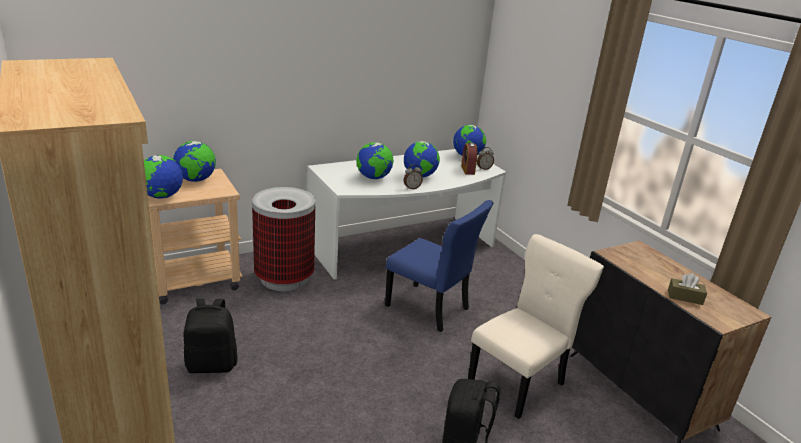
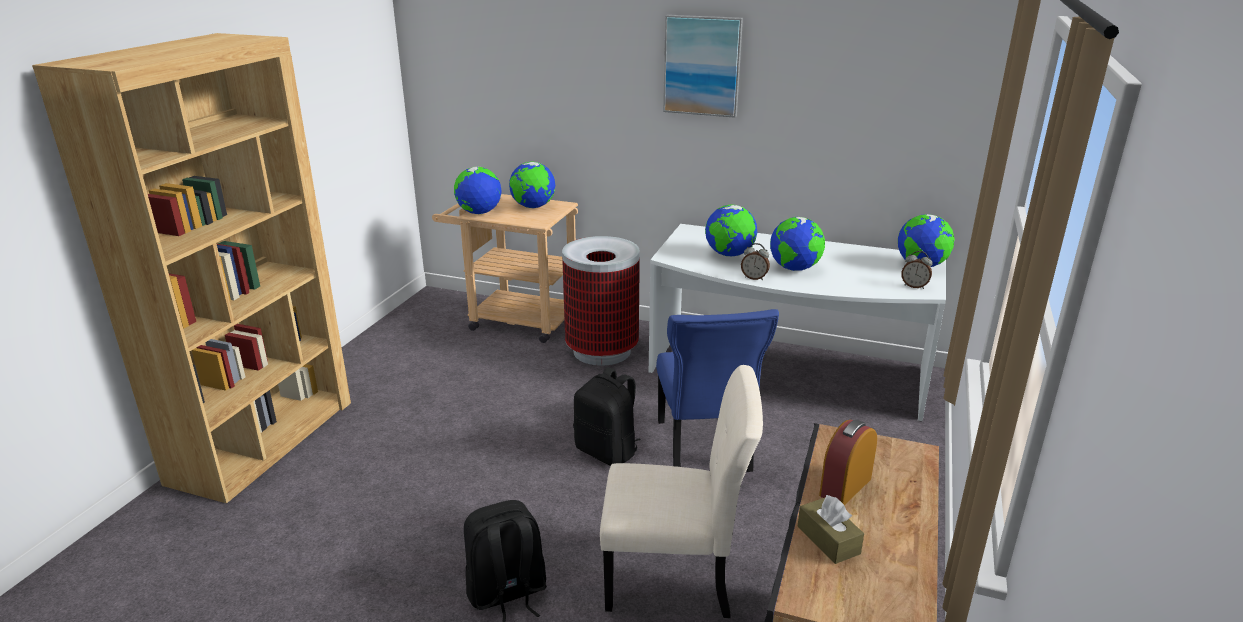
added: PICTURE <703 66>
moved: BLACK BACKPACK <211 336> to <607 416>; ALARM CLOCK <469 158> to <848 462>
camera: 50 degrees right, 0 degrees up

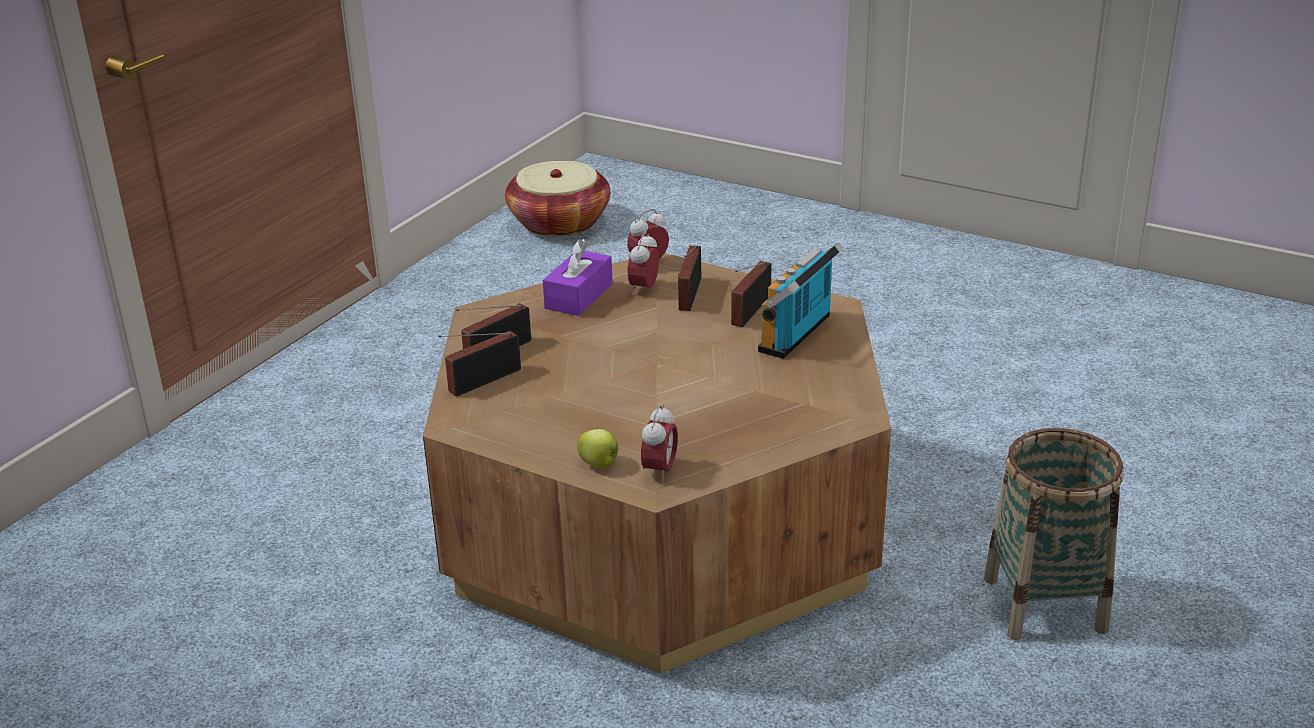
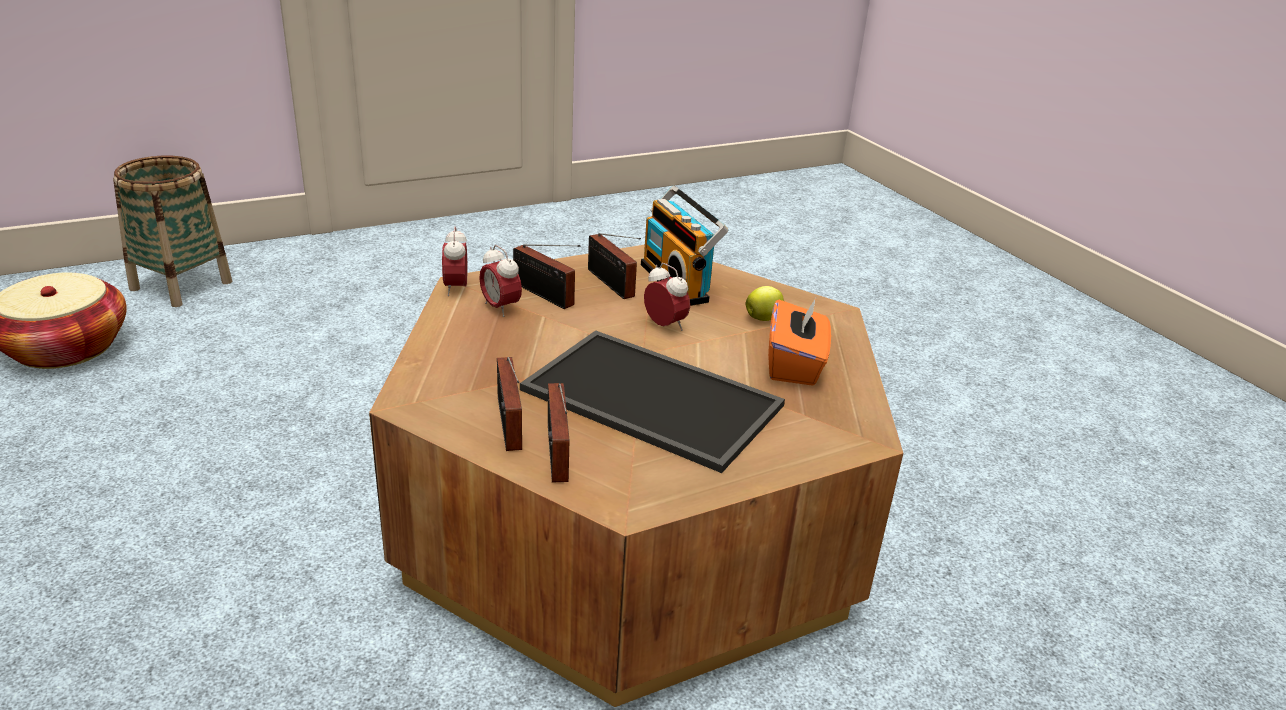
removed: PURPLE TISSUE BOX <578 277>
added: TRAY <652 401>; ORANGE TISSUE BOX <799 341>
moved: BASKET <1054 534> to <172 231>; ALARM CLOCK <659 444> to <667 297>; APPLE <597 448> to <764 303>
camera: 60 degrees left, 0 degrees up

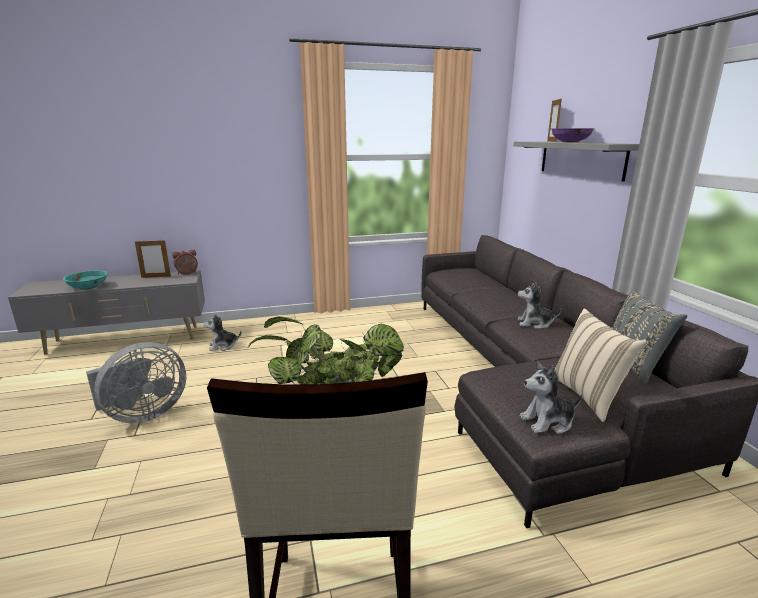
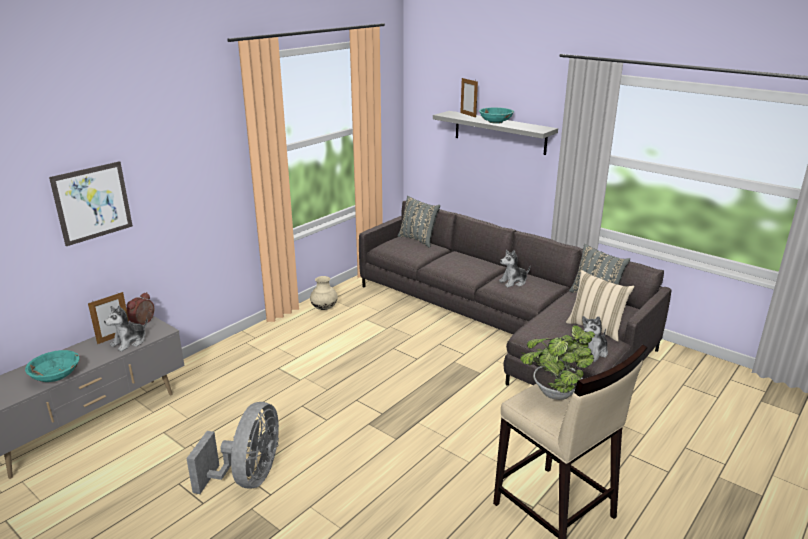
added: PICTURE <91 203>; BEIGE VASE <324 293>; GREY PILLOW <419 222>
moved: PLUSH TOY <222 332> to <126 328>
recoloured: PURPLE BOWL <573 135> to TURQUOISE BOWL <496 115>
camera: 35 degrees left, 5 degrees up

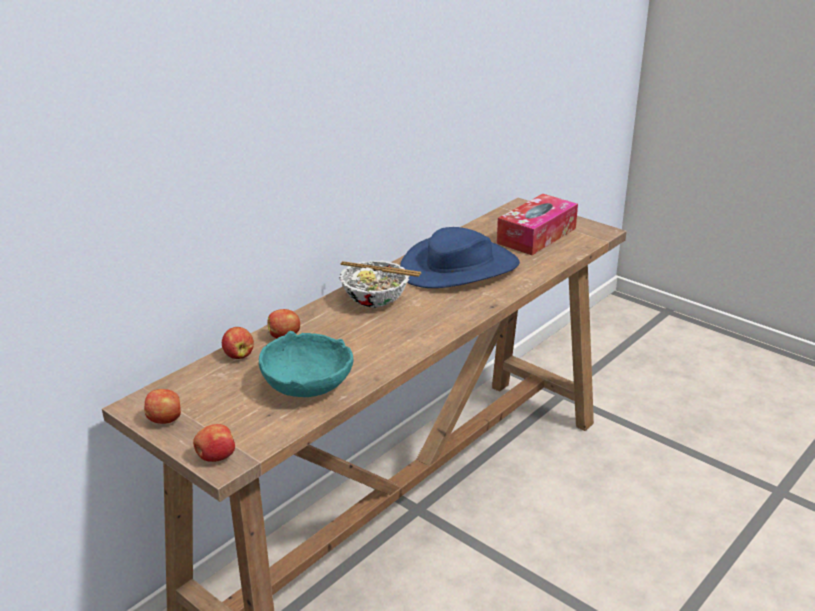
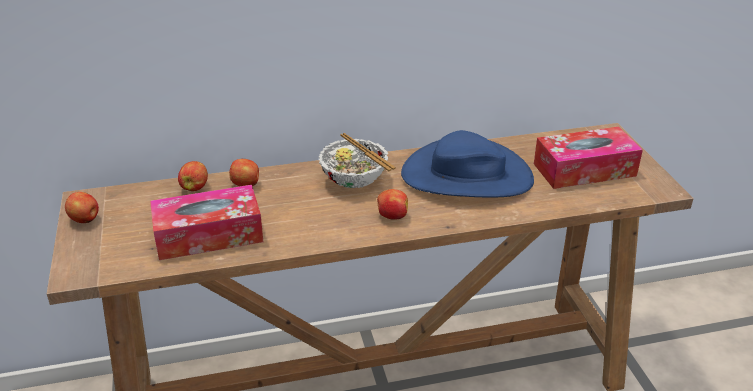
moved: APPLE <214 443> to <392 204>
replaced: TURQUOISE BOWL <306 364> to TISSUE BOX <206 222>
camera: 35 degrees right, 5 degrees up

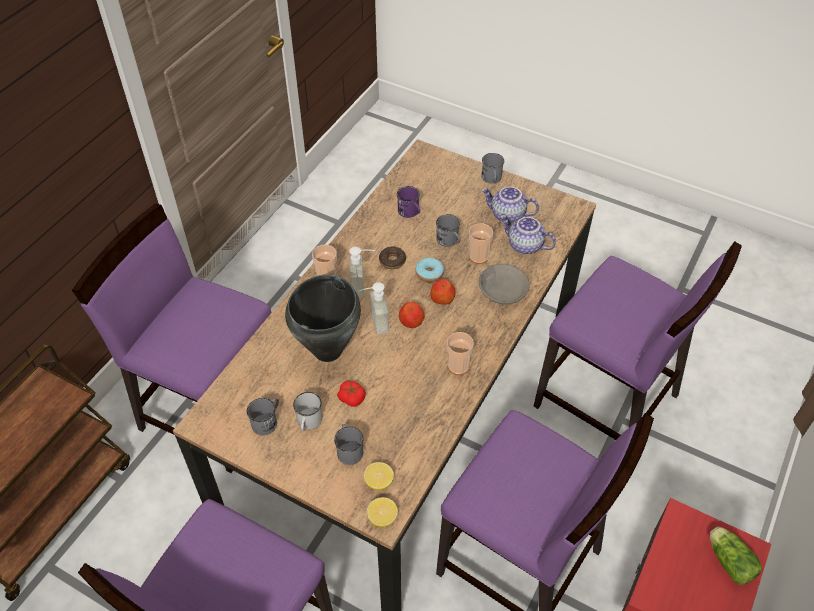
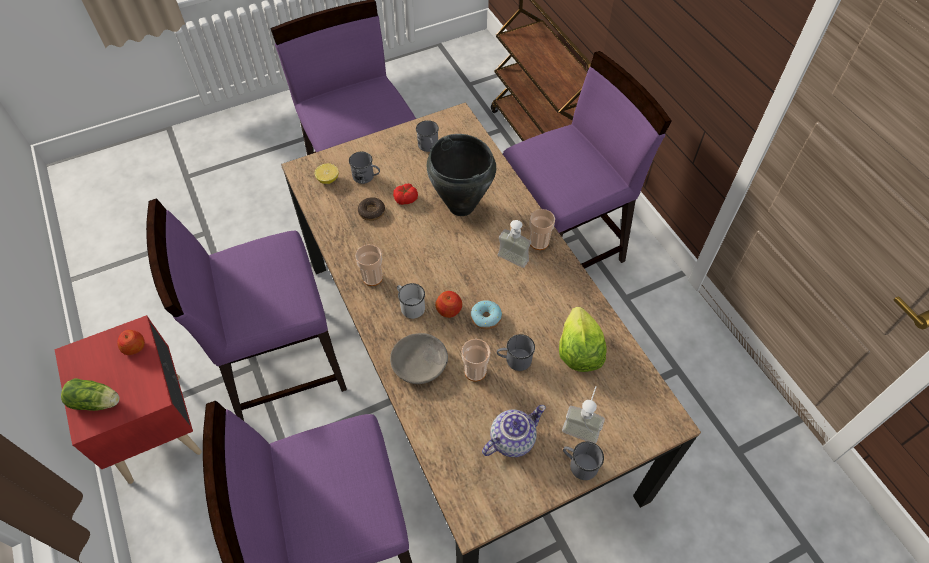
removed: LEMON <382 512>; TEAPOT <528 234>
moved: APPLE <412 315> to <131 342>; DONUT <392 258> to <371 209>; WHITE MUG <307 411> to <411 301>; SOAP DISPENSER <374 308> to <583 415>
replaced: PURPLE MUG <408 202> to LETTUCE <583 339>
camera: 125 degrees right, 5 degrees up

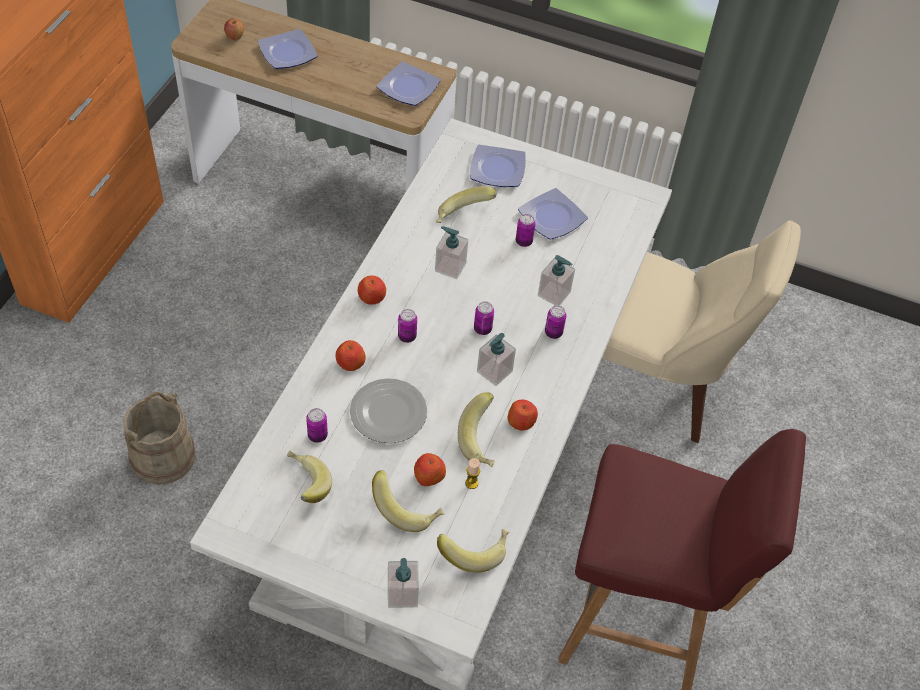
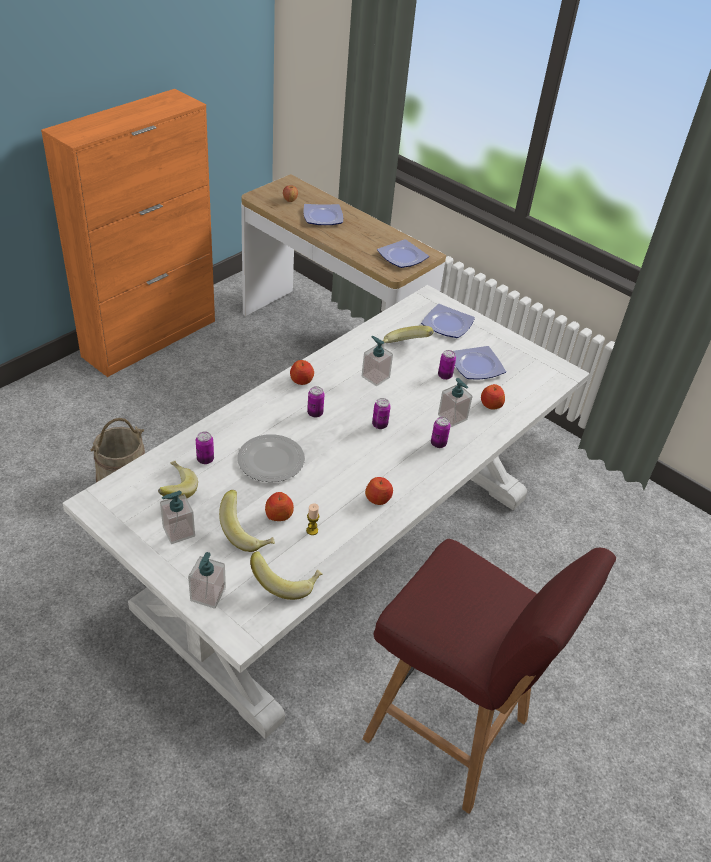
removed: BANANA <476 429>; BEIGE CHAIR <701 331>
moved: SOAP DISPENSER <496 359> to <177 517>; APPLE <351 355> to <493 397>
camera: 20 degrees right, 10 degrees down

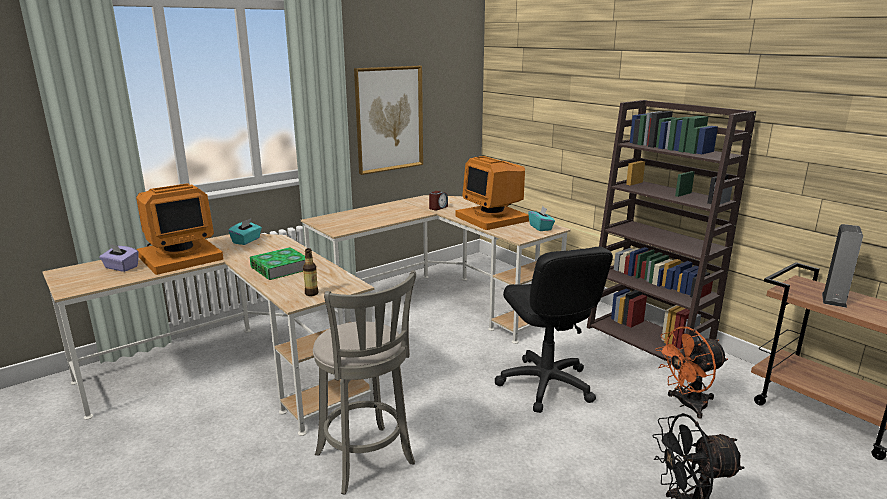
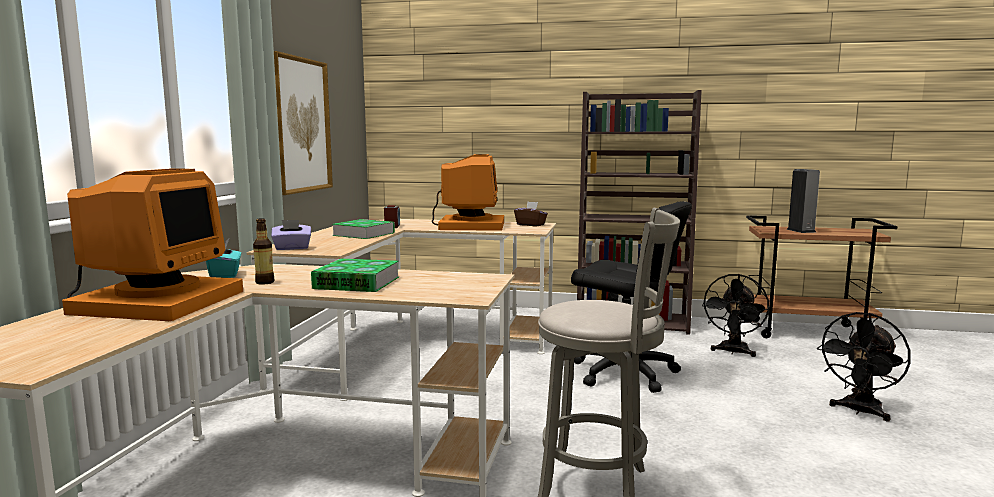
added: BOOK <363 229>
moved: BOTTLE <310 272> to <263 251>; PURPLE TISSUE BOX <119 258> to <291 235>
recoloured: TURQUOISE TISSUE BOX <541 218> to BROWN TISSUE BOX <531 213>; ORANGE FAN <691 373> to BLACK FAN <735 315>
turned: MONITOR <492 193> = <468 192> 105 degrees counterclockwise
camera: 40 degrees left, 10 degrees down

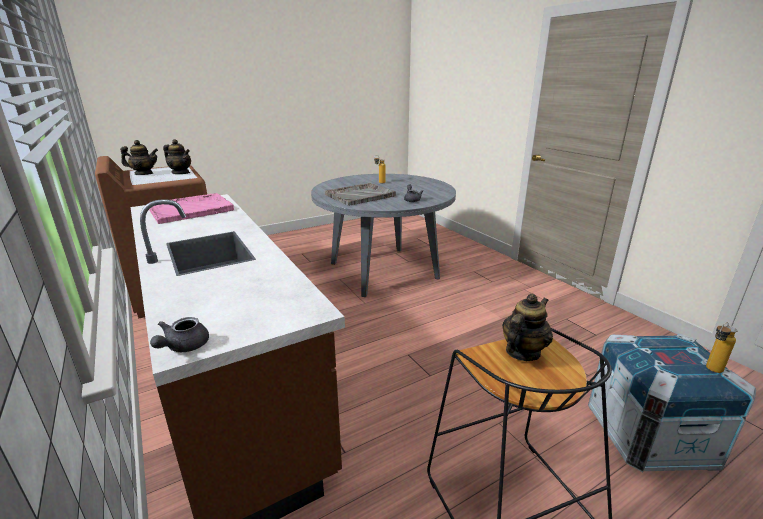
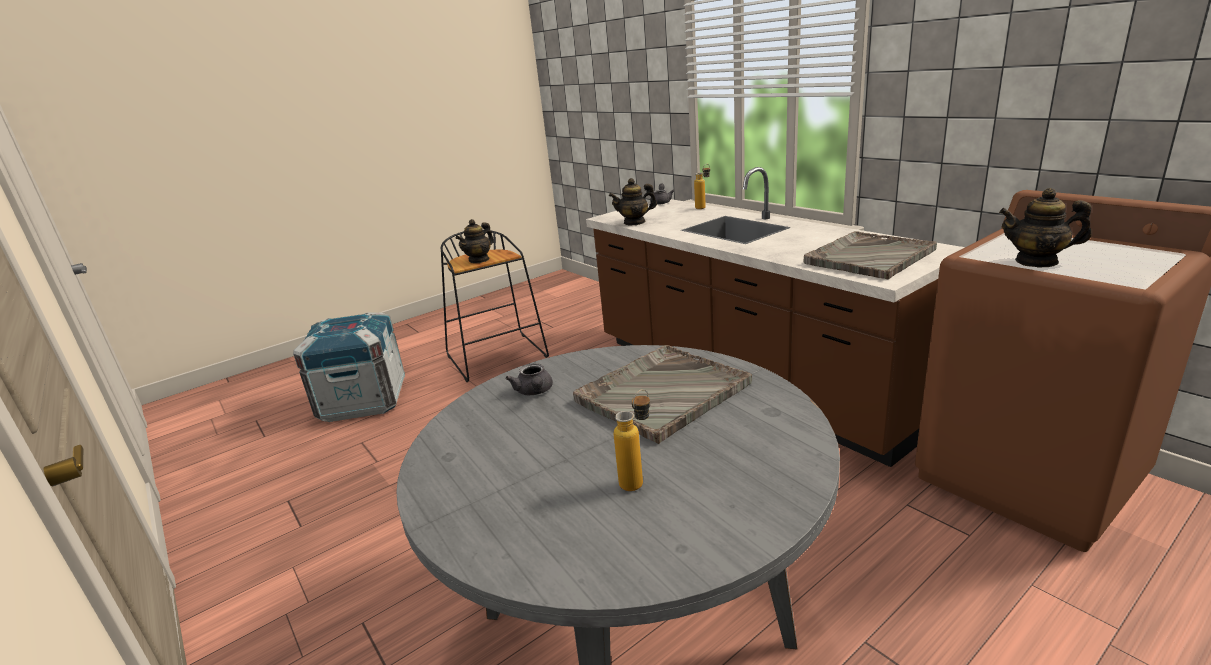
moved: TEAPOT <139 157> to <633 202>; BOTTLE <721 347> to <702 186>
recoloured: PINK TRAY <191 208> to GREY TRAY <870 255>
camera: 175 degrees right, 0 degrees up

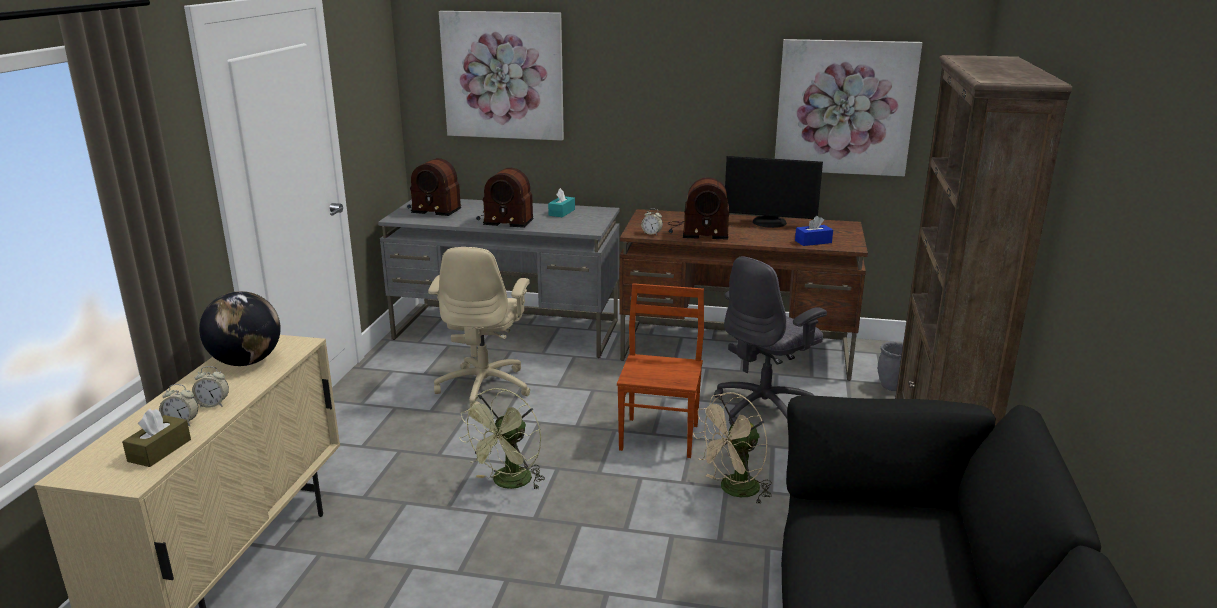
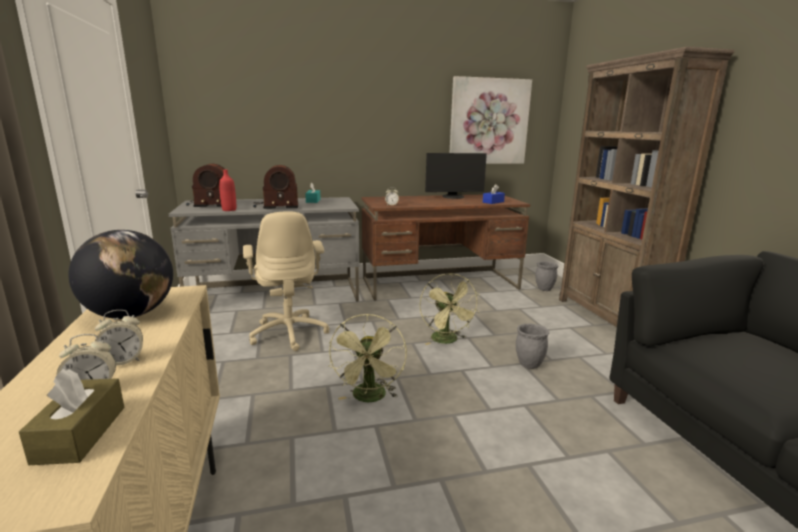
removed: PICTURE <501 76>; RADIO <698 208>; GREY OFFICE CHAIR <770 341>
added: RED BOTTLE <227 190>
replaced: BROWN CHAIR <660 370> to GREEN FAN <449 309>; BEIGE FAN <732 448> to GREY PLANTER <532 346>
camera: 25 degrees left, 5 degrees down

